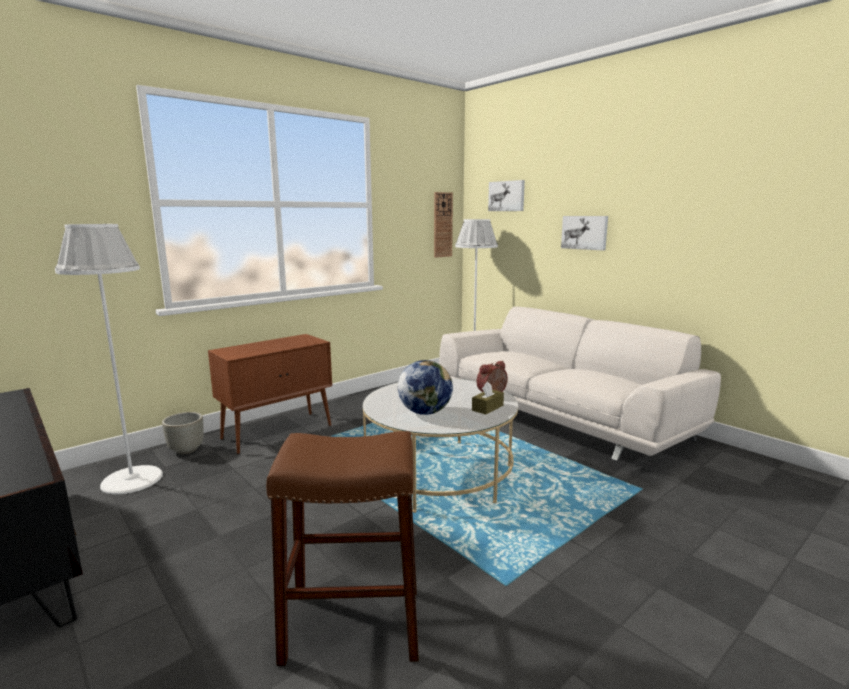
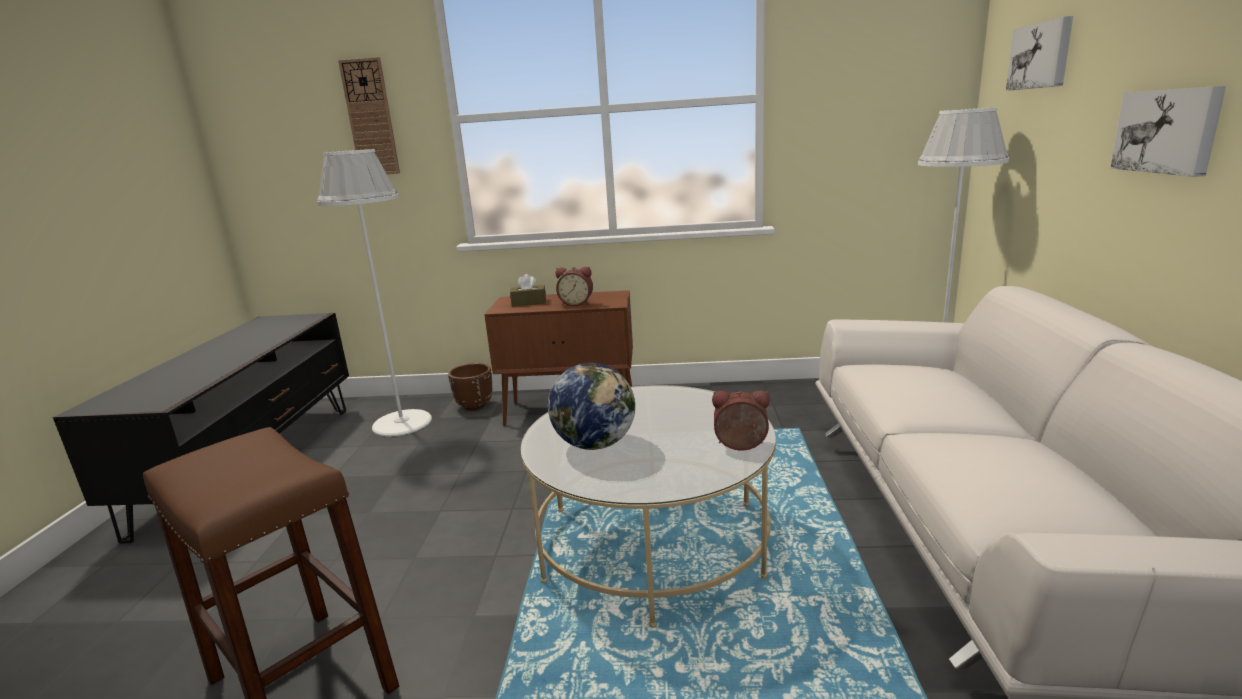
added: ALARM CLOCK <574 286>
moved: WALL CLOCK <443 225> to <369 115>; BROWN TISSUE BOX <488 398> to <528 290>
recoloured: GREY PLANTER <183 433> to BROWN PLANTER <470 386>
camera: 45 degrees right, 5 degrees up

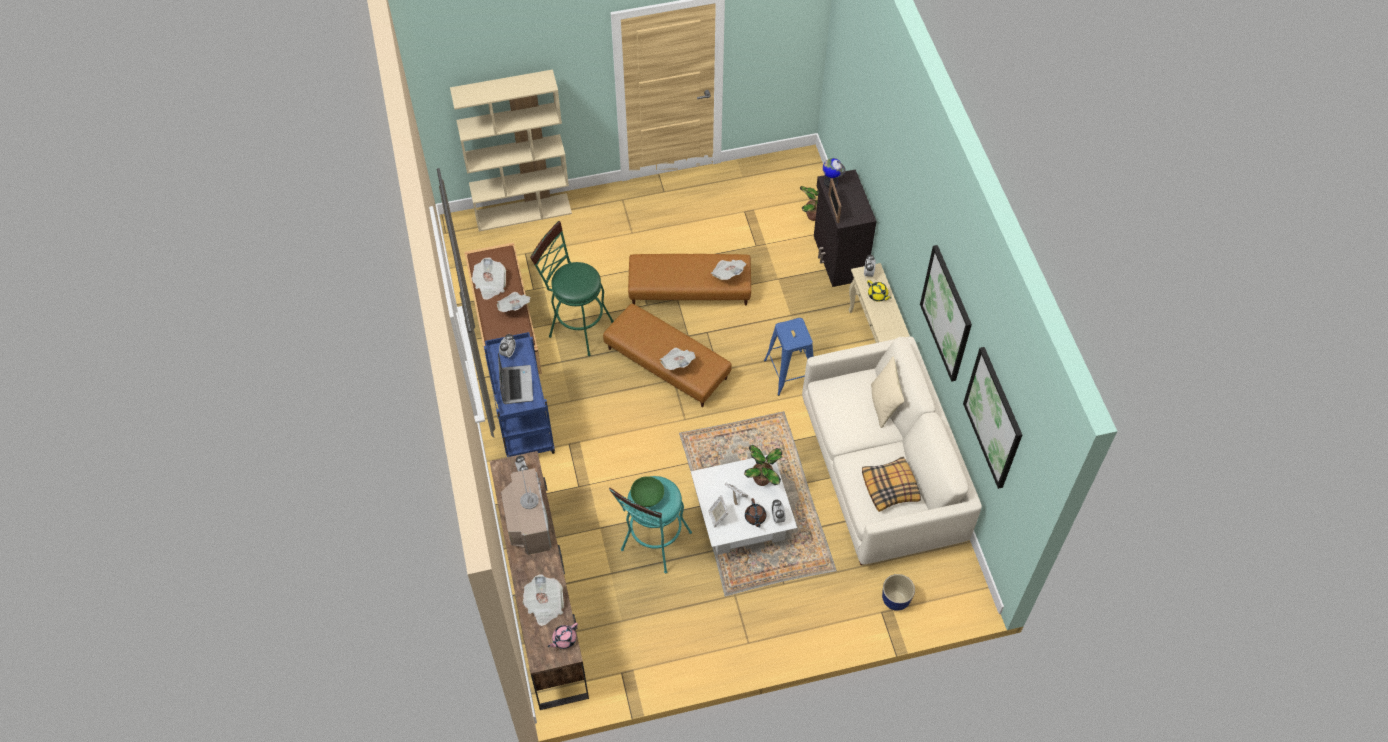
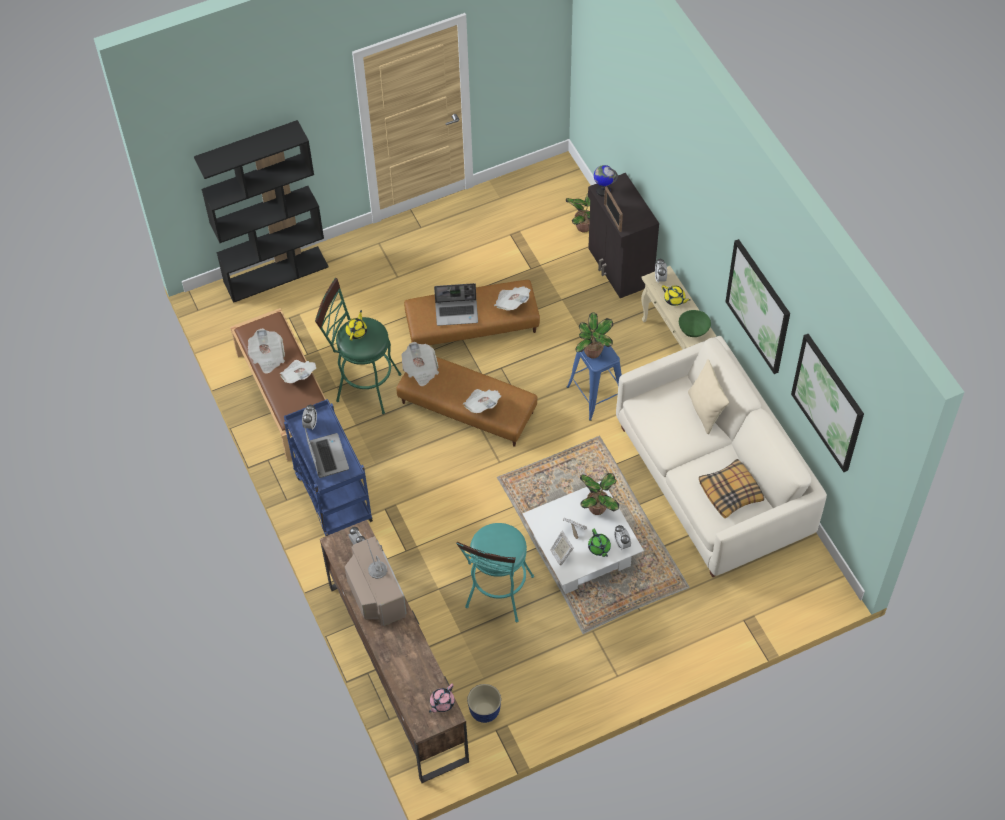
added: YELLOW TEAPOT <356 325>; LAPTOP <456 304>; POTTED PLANT <594 335>
moved: NEWSPAPER <543 600> to <420 364>; PLANTER <898 592> to <484 703>; GREEN BOWL <647 491> to <695 323>
recoloured: BEIGE BOOKCASE <511 150> to BLACK BOOKCASE <261 211>; BROWN TEAPOT <756 513> to GREEN TEAPOT <599 543>
camera: 10 degrees left, 0 degrees up

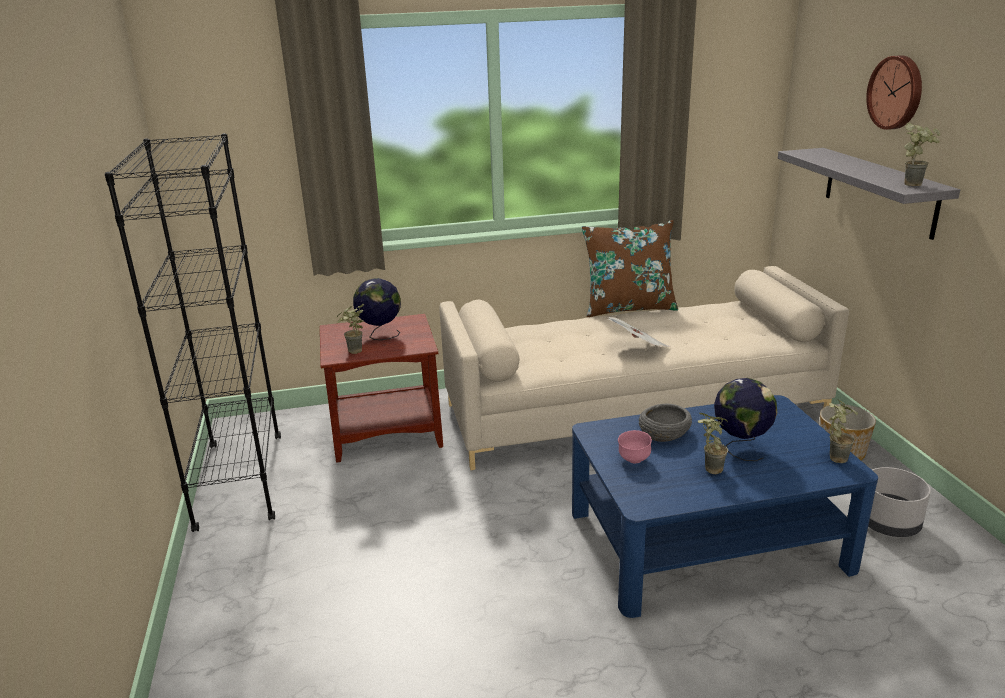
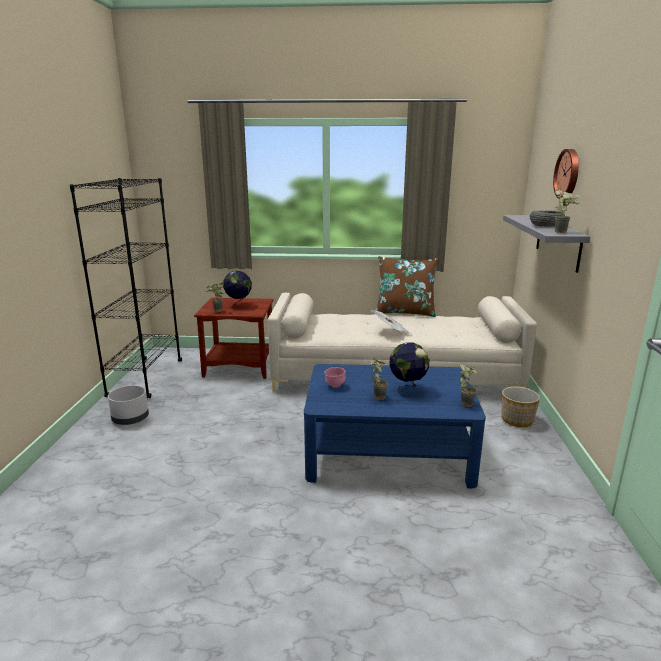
moved: GREY PLANTER <899 502> to <128 405>; GREY BOWL <665 423> to <547 218>
camera: 15 degrees right, 5 degrees down

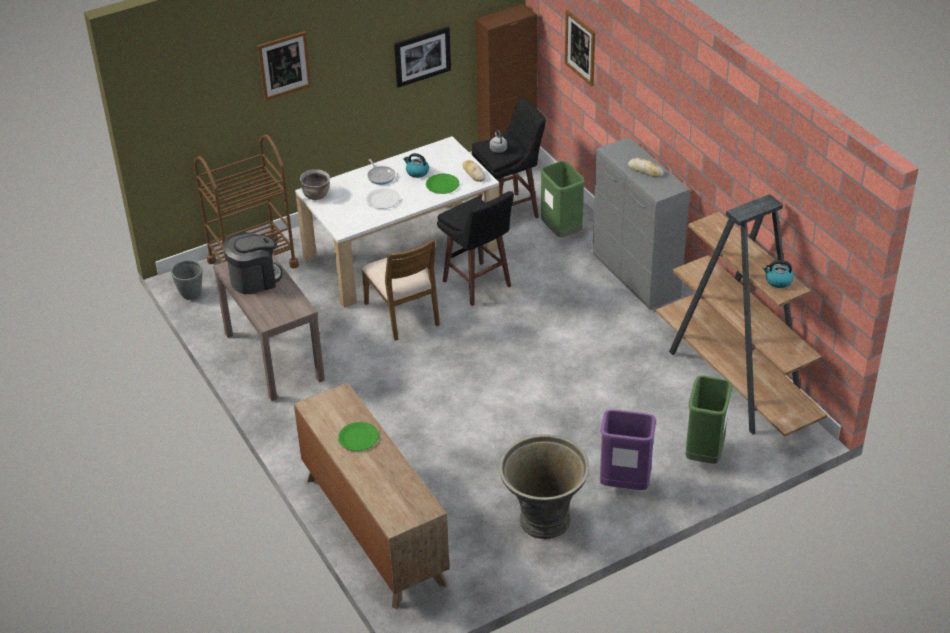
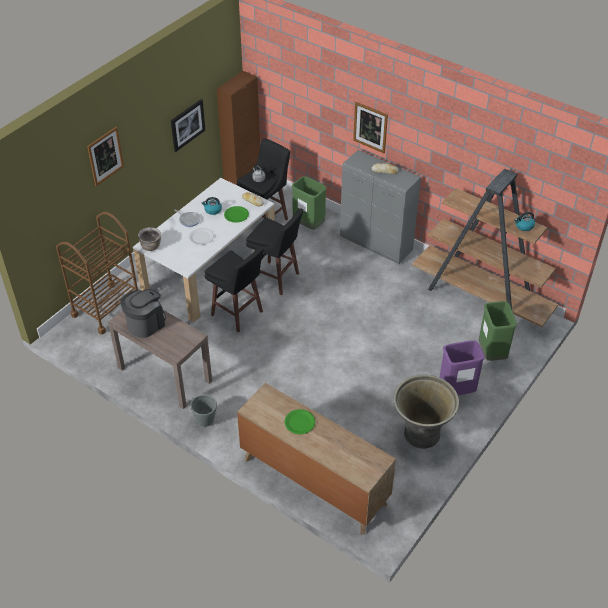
moved: GREY PLANTER <186 280> to <204 410>; PICTURE <580 48> to <370 127>
replaced: BROWN CHAIR <401 290> to BLACK STOOL <234 290>
camera: 25 degrees left, 5 degrees up

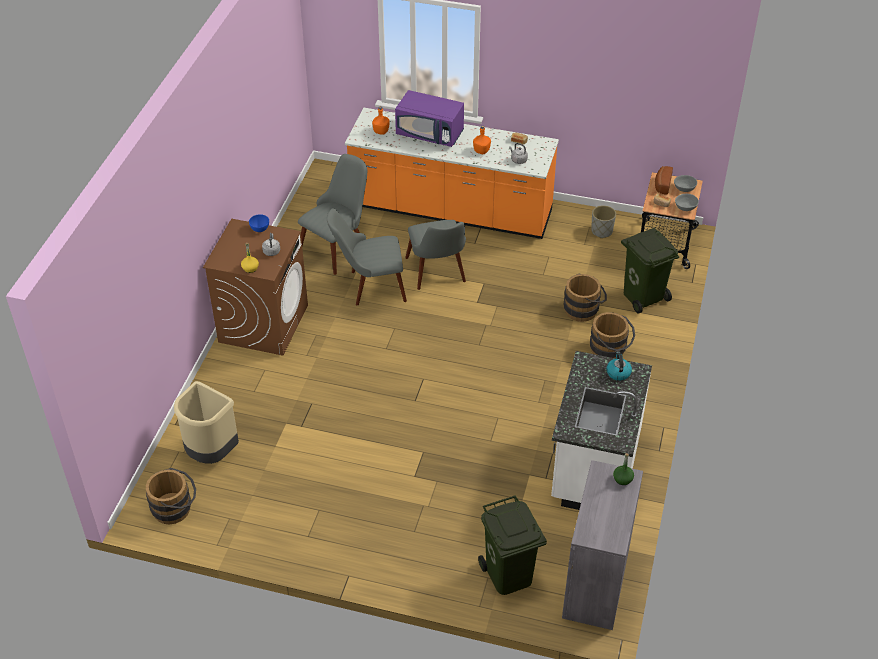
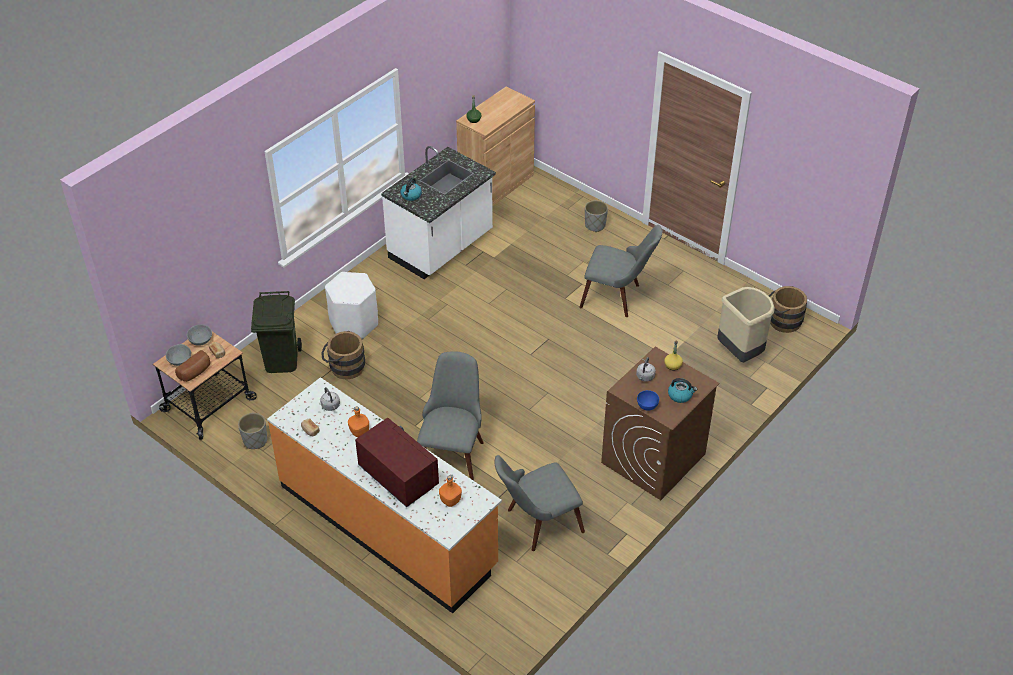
removed: GREEN TRASH CAN <512 545>
added: GREY PLANTER <596 216>; KETTLE <682 390>
moved: GREY CHAIR <367 256> to <620 271>
replaced: BROWN BUCKET <612 335> to WHITE STOOL <351 305>
recoloured: PURPLE MICROWAVE <429 118> to RED MICROWAVE <397 462>; GREY CABINET <602 545> to BROWN CABINET <495 146>
camera: 155 degrees left, 0 degrees up

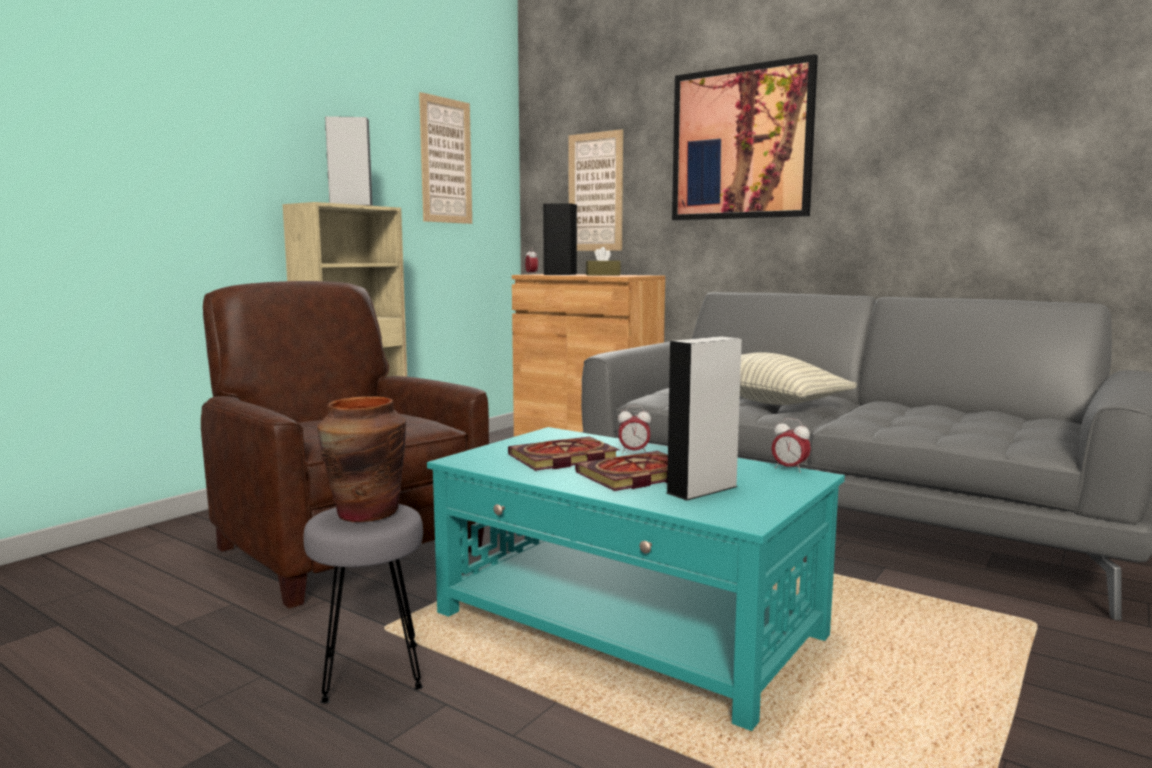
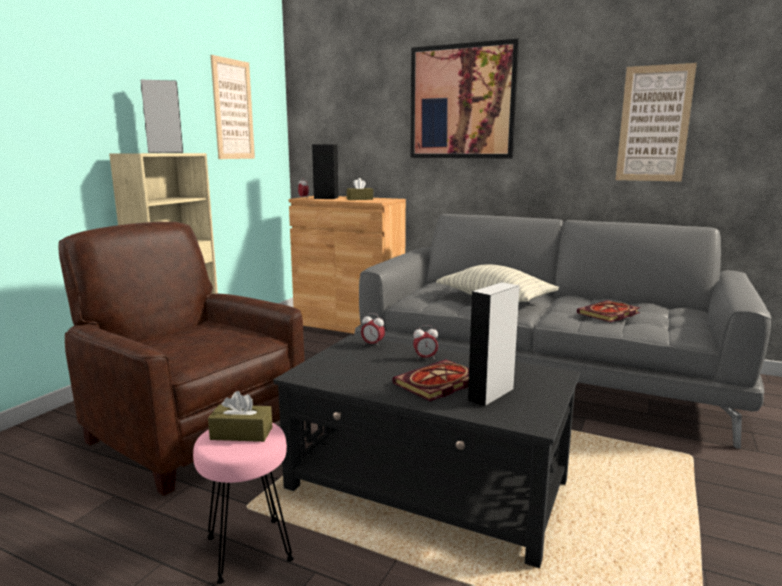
moved: ALARM CLOCK <791 445> to <373 330>; BOOK <564 454> to <608 311>; PICTURE <596 190> to <656 122>
replaced: BROWN VASE <361 459> to BROWN TISSUE BOX <240 416>
recoloured: GREY STOOL <363 604> to PINK STOOL <243 503>; TURQUOISE COFFEE TABLE <636 579> to BLACK COFFEE TABLE <426 451>
camera: 10 degrees left, 5 degrees up

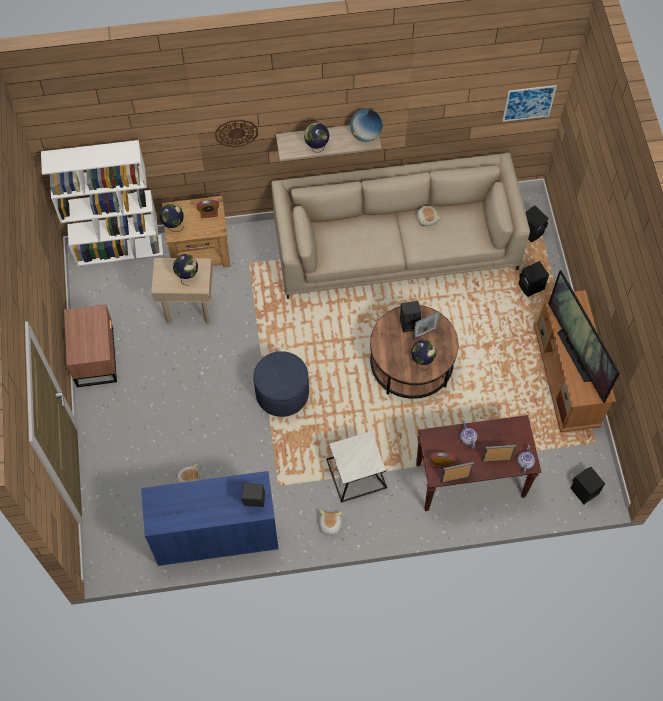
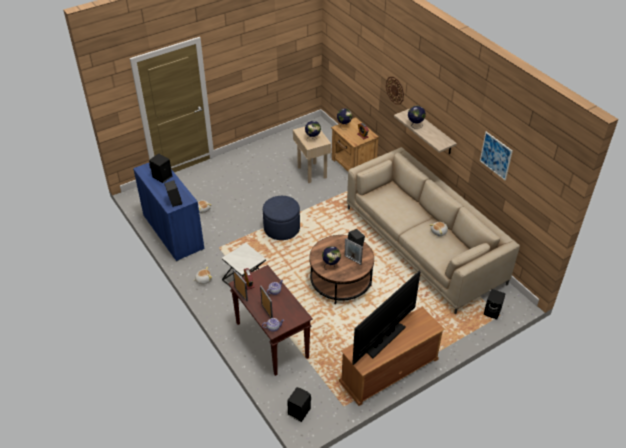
removed: WHITE BOOKCASE <102 203>; BROWN NIGHTSTAND <90 345>; GLOBE <366 125>
moved: BLACK SPEAKER <534 279> to <160 168>; PICTURE <529 103> to <496 156>
camera: 65 degrees right, 20 degrees down

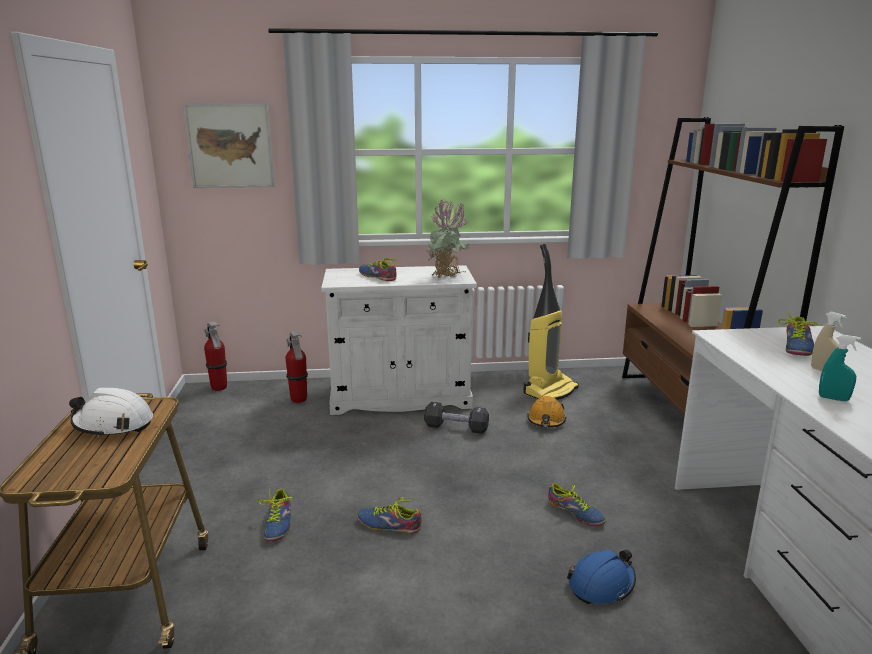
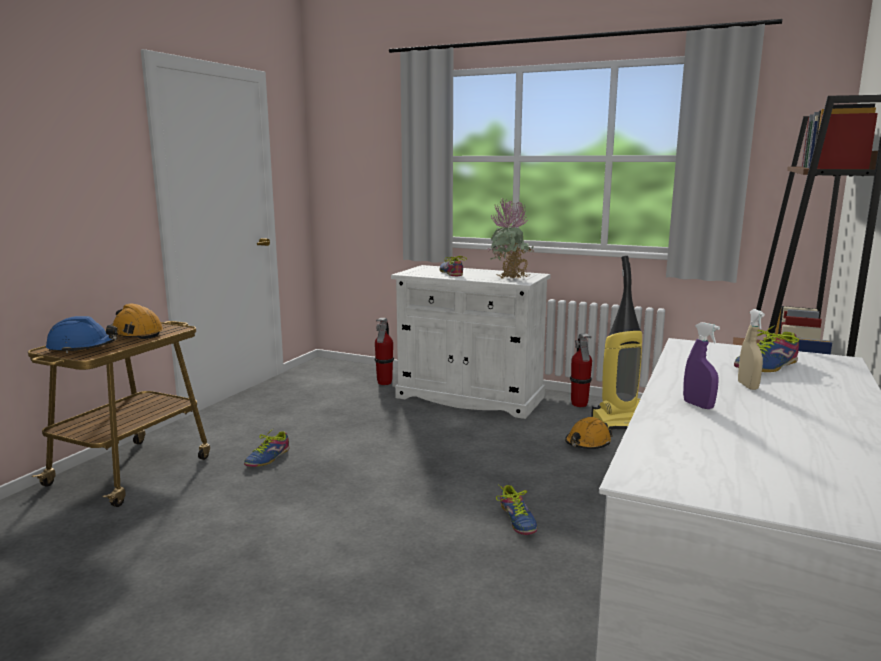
removed: PICTURE <229 146>; SHOE <388 515>; BLACK DUMBBELL <456 418>
moved: BLUE HARD HAT <601 576> to <82 334>; FIRE EXTINGUISHER <215 356> to <581 370>
recoloured: WHITE HARD HAT <111 412> to ORANGE HARD HAT <137 321>; TURQUOISE SPRAY BOTTLE <840 368> to PURPLE SPRAY BOTTLE <701 365>
camera: 30 degrees right, 5 degrees down

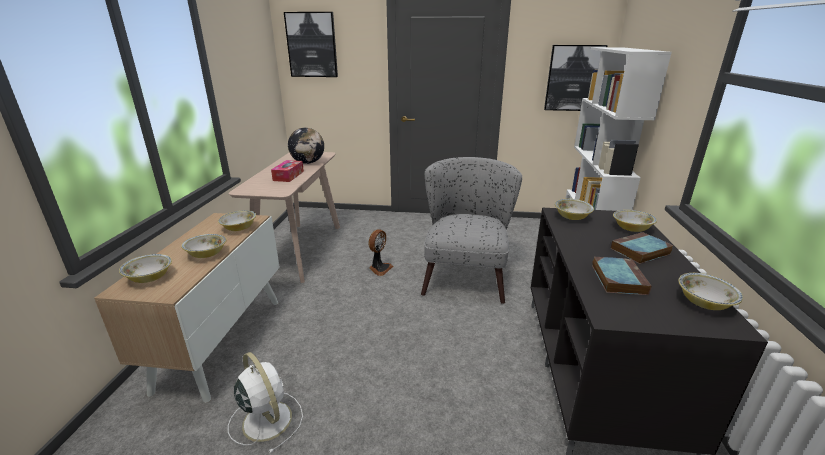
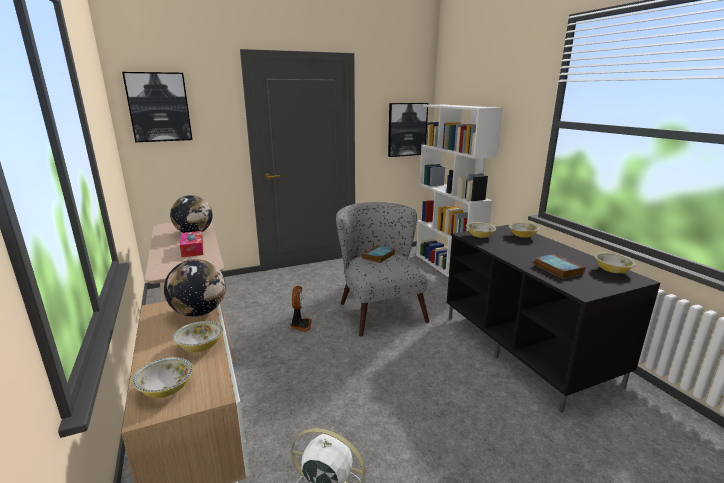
moved: BOOK <642 248> to <378 254>
replaced: BOWL <237 220> to GLOBE <194 288>
camera: 30 degrees left, 5 degrees down

